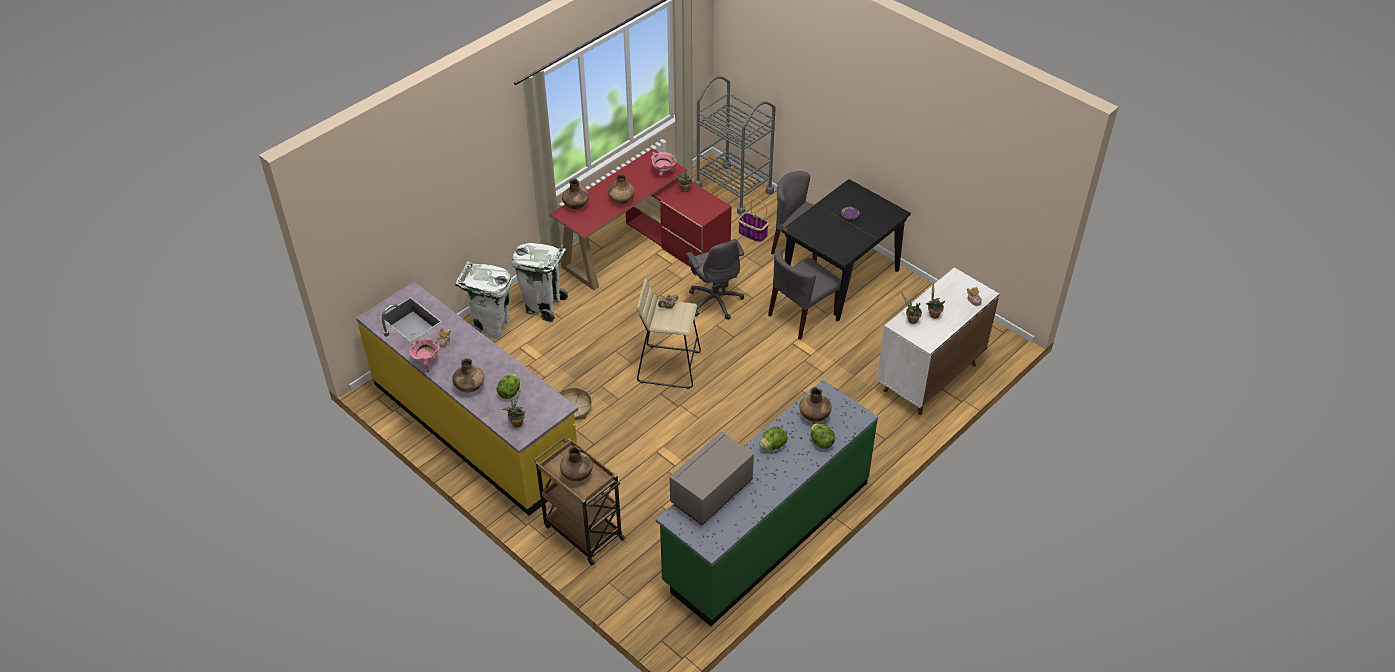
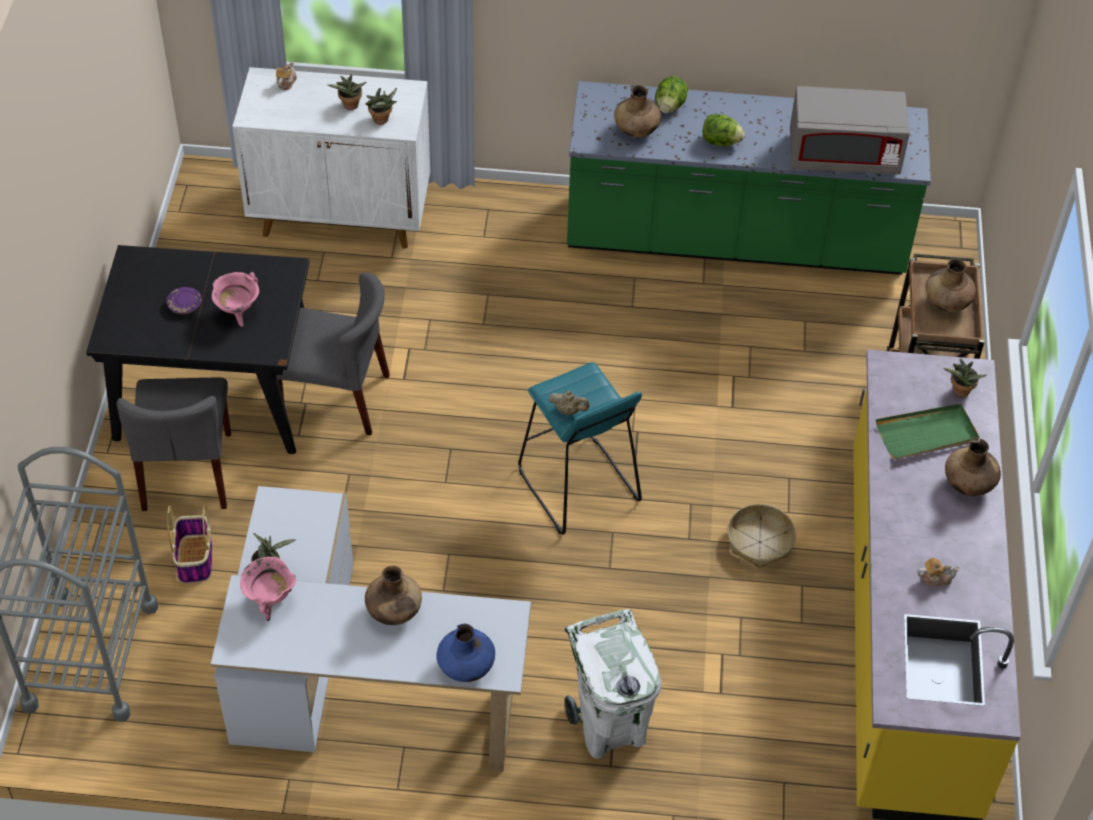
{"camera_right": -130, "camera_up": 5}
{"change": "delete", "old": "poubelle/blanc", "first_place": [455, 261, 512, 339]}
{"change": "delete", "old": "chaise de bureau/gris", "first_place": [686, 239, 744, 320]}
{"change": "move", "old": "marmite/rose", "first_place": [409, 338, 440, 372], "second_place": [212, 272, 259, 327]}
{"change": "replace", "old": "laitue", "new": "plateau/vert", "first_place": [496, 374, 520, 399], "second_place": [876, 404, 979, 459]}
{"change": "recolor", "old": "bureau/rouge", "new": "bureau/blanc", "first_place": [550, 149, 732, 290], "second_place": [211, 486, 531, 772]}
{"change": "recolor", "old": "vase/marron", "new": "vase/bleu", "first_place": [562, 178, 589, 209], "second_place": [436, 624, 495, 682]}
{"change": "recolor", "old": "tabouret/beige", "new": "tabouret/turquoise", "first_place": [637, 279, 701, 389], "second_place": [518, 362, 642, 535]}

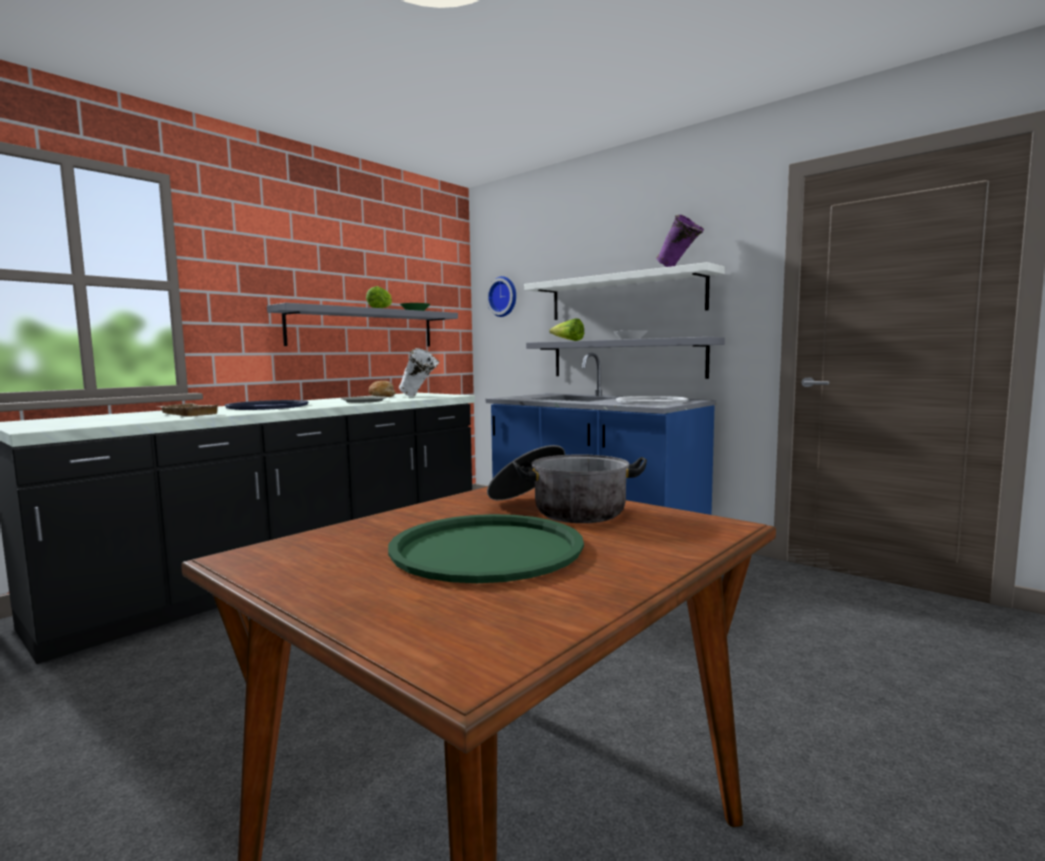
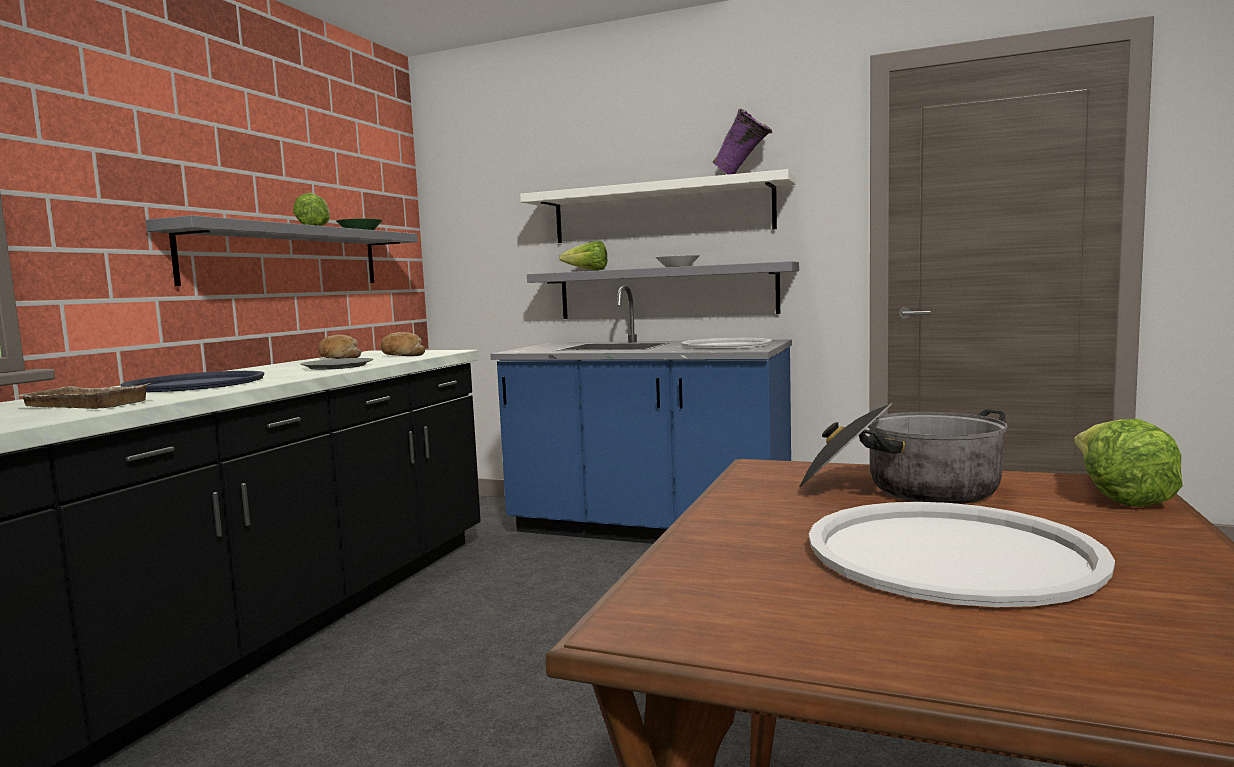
{"camera_right": -20, "camera_up": 0}
{"change": "delete", "old": "horloge murale", "first_place": [486, 276, 516, 317]}
{"change": "insert", "new": "laitue", "second_place": [1074, 419, 1183, 507]}
{"change": "replace", "old": "vase/blanc", "new": "pain", "first_place": [399, 348, 440, 397], "second_place": [380, 332, 426, 356]}
{"change": "recolor", "old": "plateau/vert", "new": "plateau/blanc", "first_place": [388, 514, 584, 583], "second_place": [809, 502, 1115, 607]}

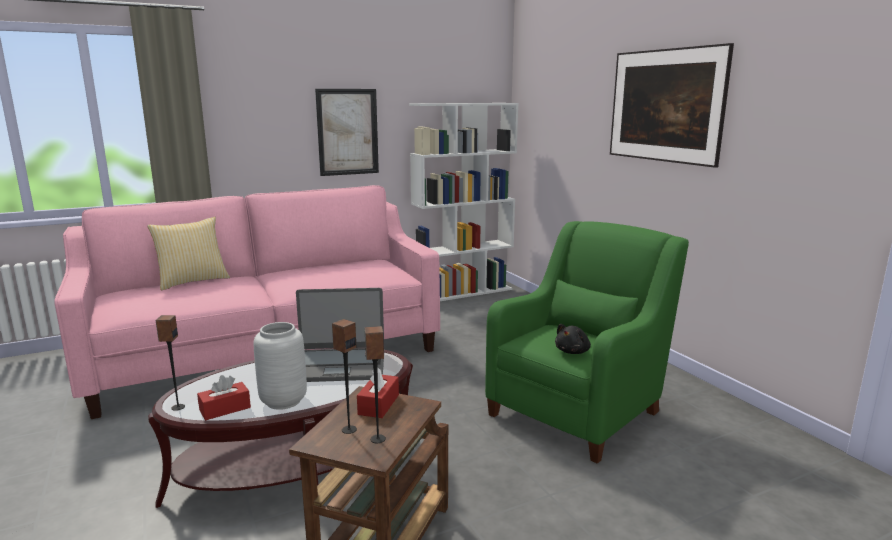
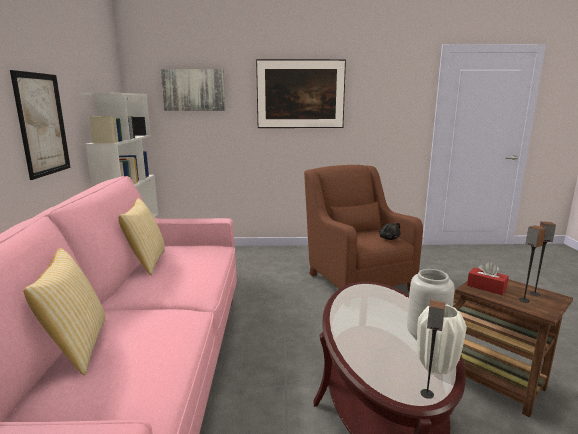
{"camera_right": -65, "camera_up": 0}
{"change": "delete", "old": "ordinateur portable", "first_place": [296, 288, 384, 382]}
{"change": "insert", "new": "coussin", "second_place": [118, 198, 165, 275]}
{"change": "insert", "new": "tableau", "second_place": [161, 69, 225, 111]}
{"change": "replace", "old": "boîte à mouchoirs/rouge", "new": "vase/blanc", "first_place": [197, 375, 251, 420], "second_place": [417, 304, 467, 375]}
{"change": "recolor", "old": "fauteuil/vert", "new": "fauteuil/marron", "first_place": [485, 221, 689, 464], "second_place": [304, 165, 423, 292]}

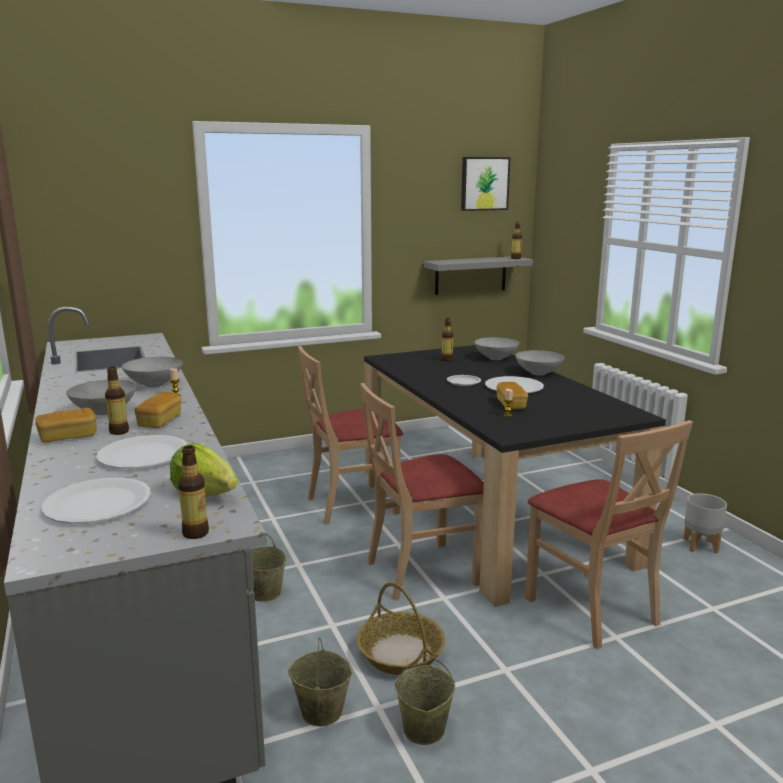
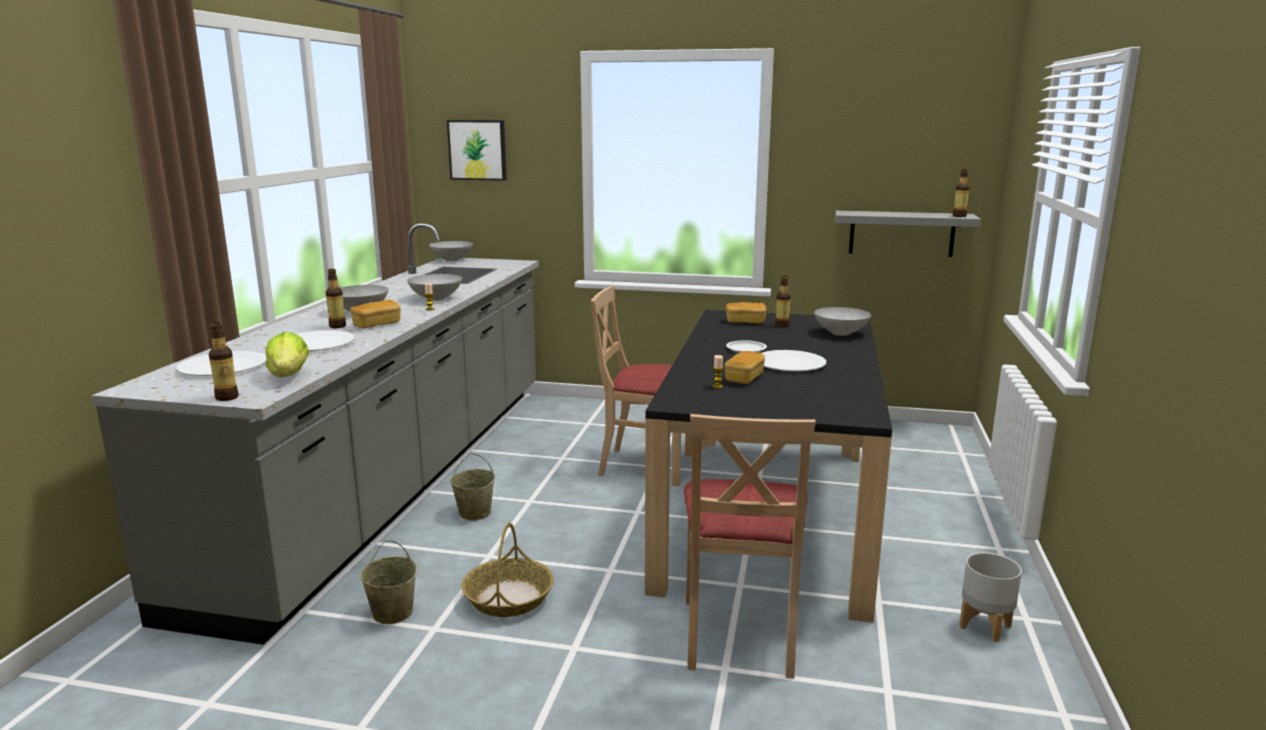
{"camera_right": 35, "camera_up": 0}
{"change": "delete", "old": "chaise/beige", "first_place": [360, 383, 484, 601]}
{"change": "delete", "old": "seau/beige", "first_place": [395, 655, 455, 745]}
{"change": "move", "old": "pain", "first_place": [35, 408, 96, 443], "second_place": [726, 302, 766, 324]}
{"change": "move", "old": "tableau", "first_place": [461, 157, 510, 211], "second_place": [447, 120, 507, 181]}
{"change": "move", "old": "bol/gris", "first_place": [515, 350, 564, 376], "second_place": [429, 241, 473, 262]}

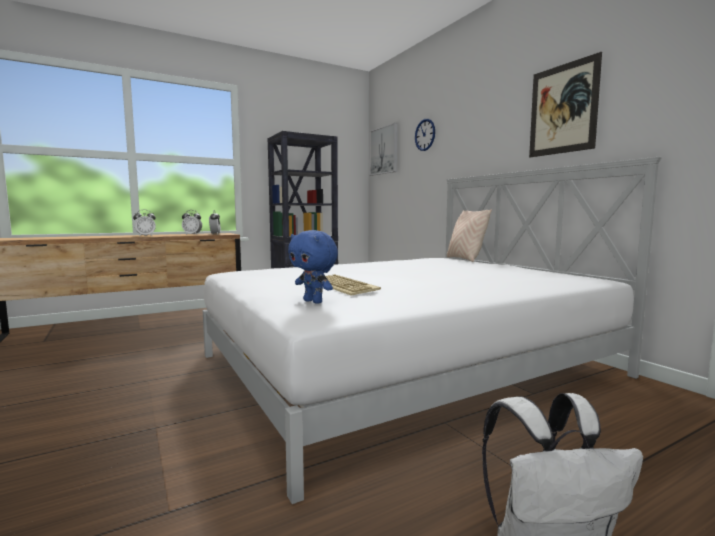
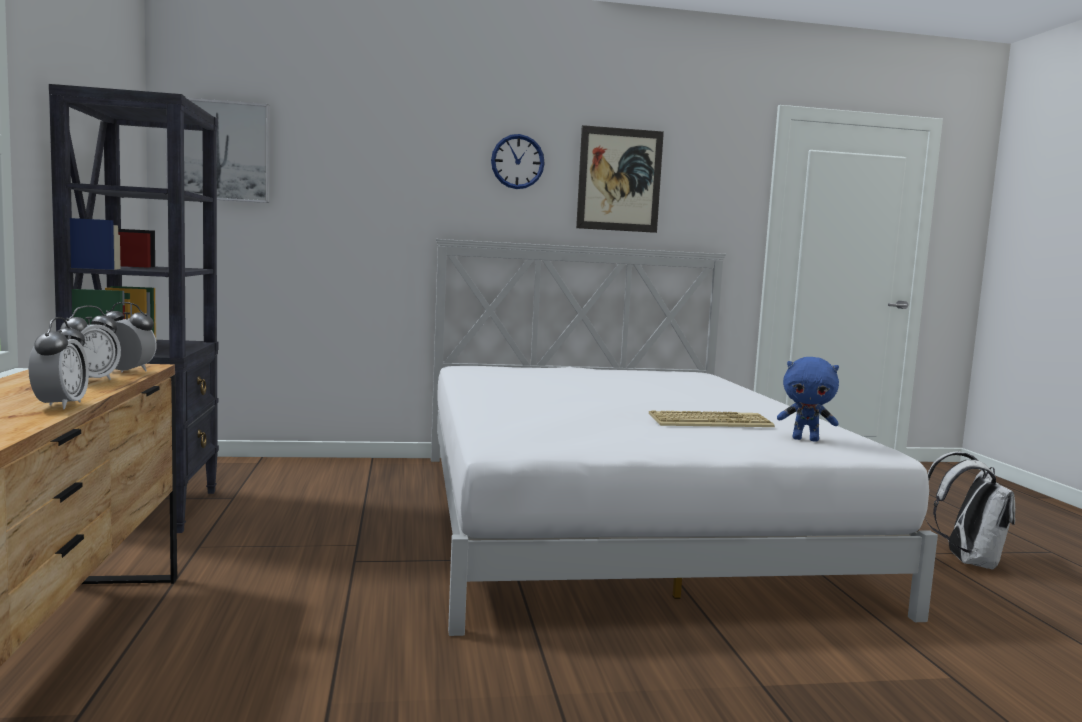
{"camera_right": -70, "camera_up": 0}
{"change": "delete", "old": "coussin/beige", "first_place": [447, 209, 492, 262]}
{"change": "move", "old": "horloge murale", "first_place": [415, 119, 435, 151], "second_place": [491, 134, 545, 189]}
{"change": "rotate", "old": "peluche/bleu", "first_place": [288, 230, 338, 304], "second_place": [777, 357, 839, 442], "degrees": 45}

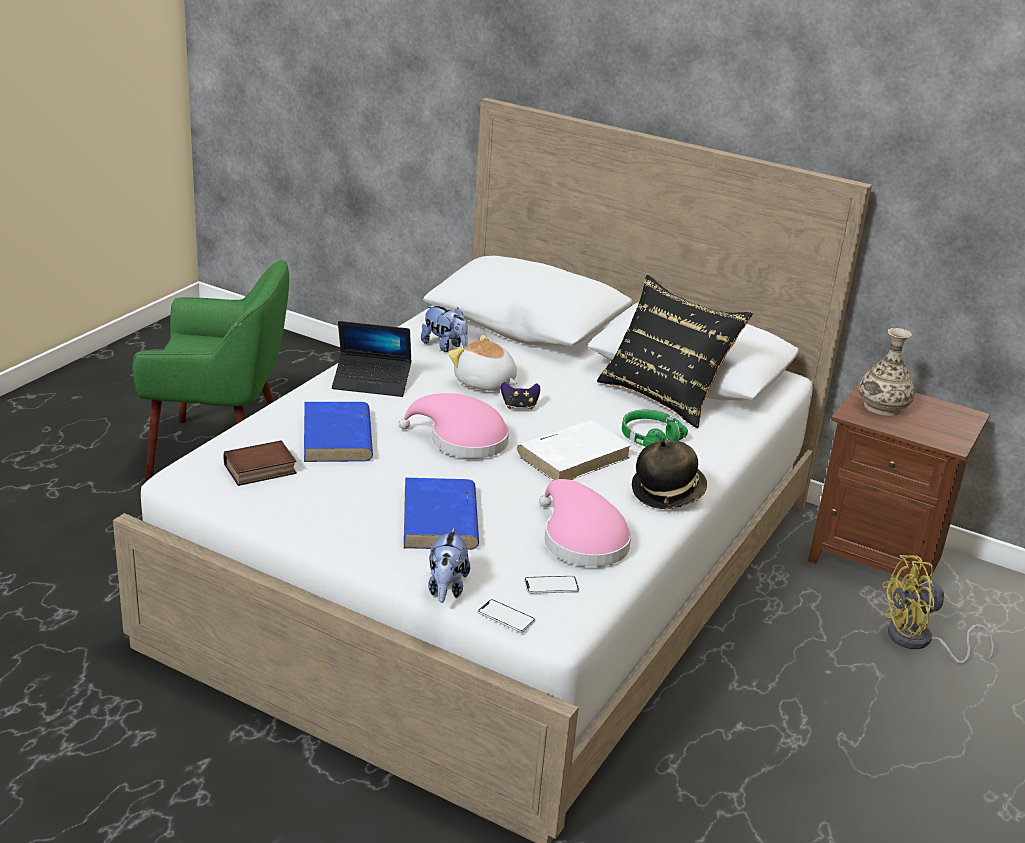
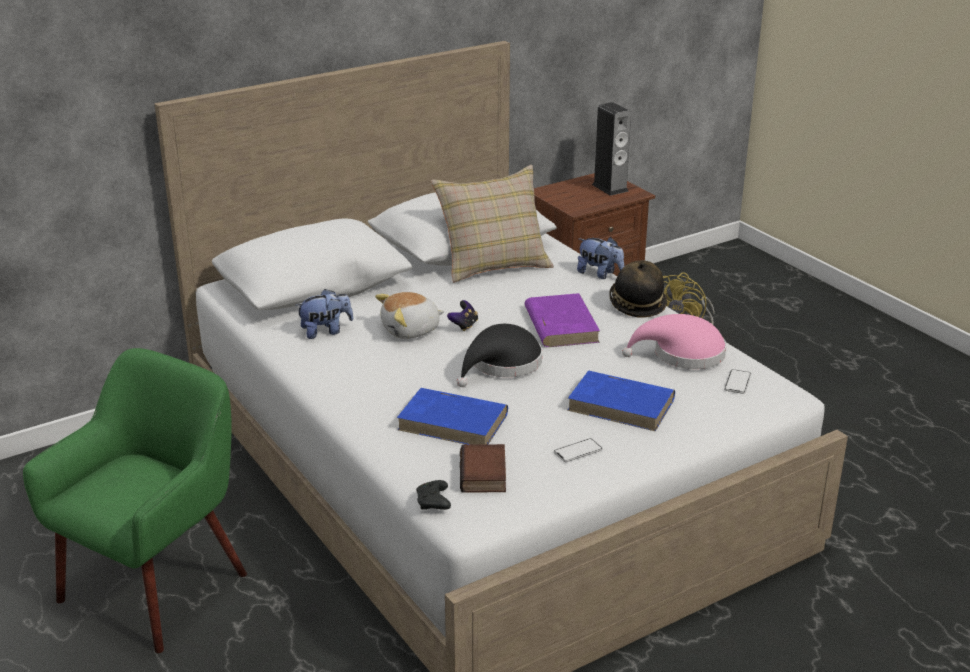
{"camera_right": -60, "camera_up": 0}
{"change": "delete", "old": "ordinateur portable", "first_place": [332, 321, 412, 397]}
{"change": "delete", "old": "casque audio/vert", "first_place": [622, 409, 688, 447]}
{"change": "delete", "old": "vase", "first_place": [859, 328, 915, 416]}
{"change": "insert", "new": "manette/noir", "second_place": [416, 480, 451, 510]}
{"change": "insert", "new": "enceinte", "second_place": [592, 102, 631, 196]}
{"change": "move", "old": "peluche", "first_place": [428, 528, 470, 603], "second_place": [577, 237, 624, 279]}
{"change": "move", "old": "téléphone", "first_place": [478, 599, 535, 633], "second_place": [554, 438, 603, 462]}
{"change": "recolor", "old": "chapeau/rose", "new": "chapeau/noir", "first_place": [399, 393, 509, 458], "second_place": [457, 324, 542, 387]}
{"change": "recolor", "old": "livre/blanc", "new": "livre/violet", "first_place": [516, 420, 632, 481], "second_place": [525, 293, 600, 347]}
{"change": "recolor", "old": "coussin/noir", "new": "coussin/beige", "first_place": [597, 275, 753, 428], "second_place": [431, 165, 554, 283]}

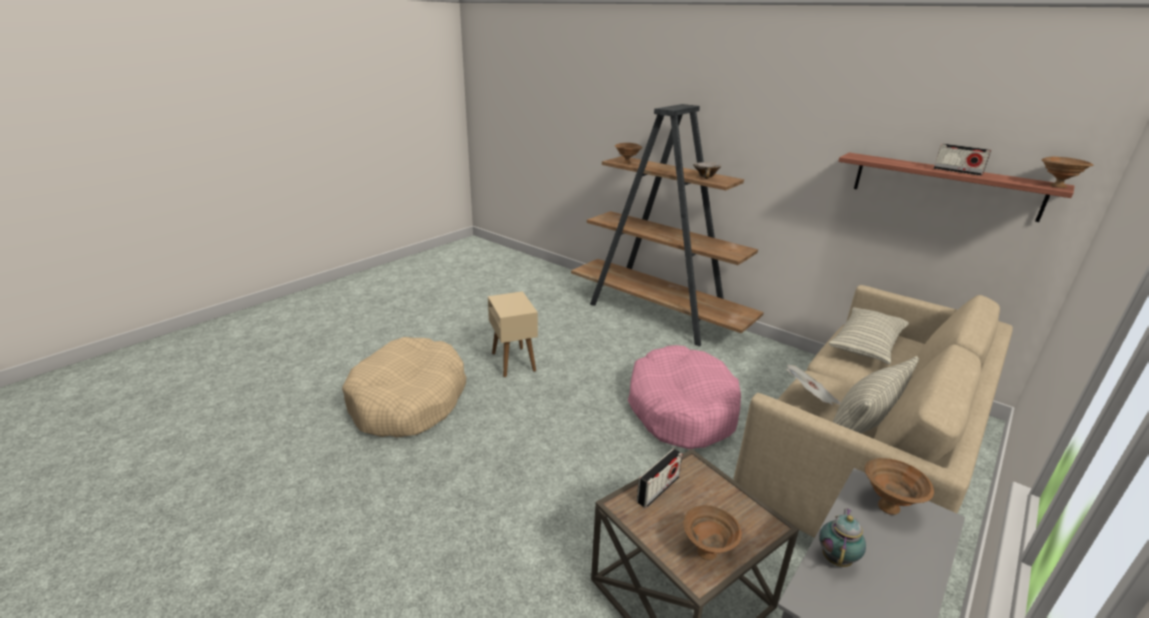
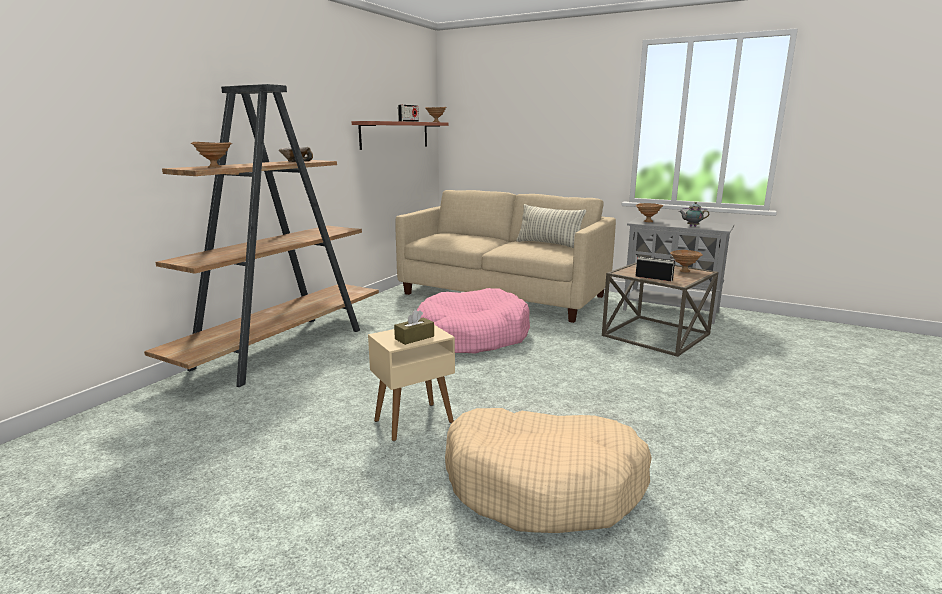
{"camera_right": -100, "camera_up": -10}
{"change": "delete", "old": "journal", "first_place": [786, 365, 841, 405]}
{"change": "delete", "old": "coussin", "first_place": [828, 307, 909, 365]}
{"change": "insert", "new": "boîte à mouchoirs/marron", "second_place": [394, 309, 434, 345]}

